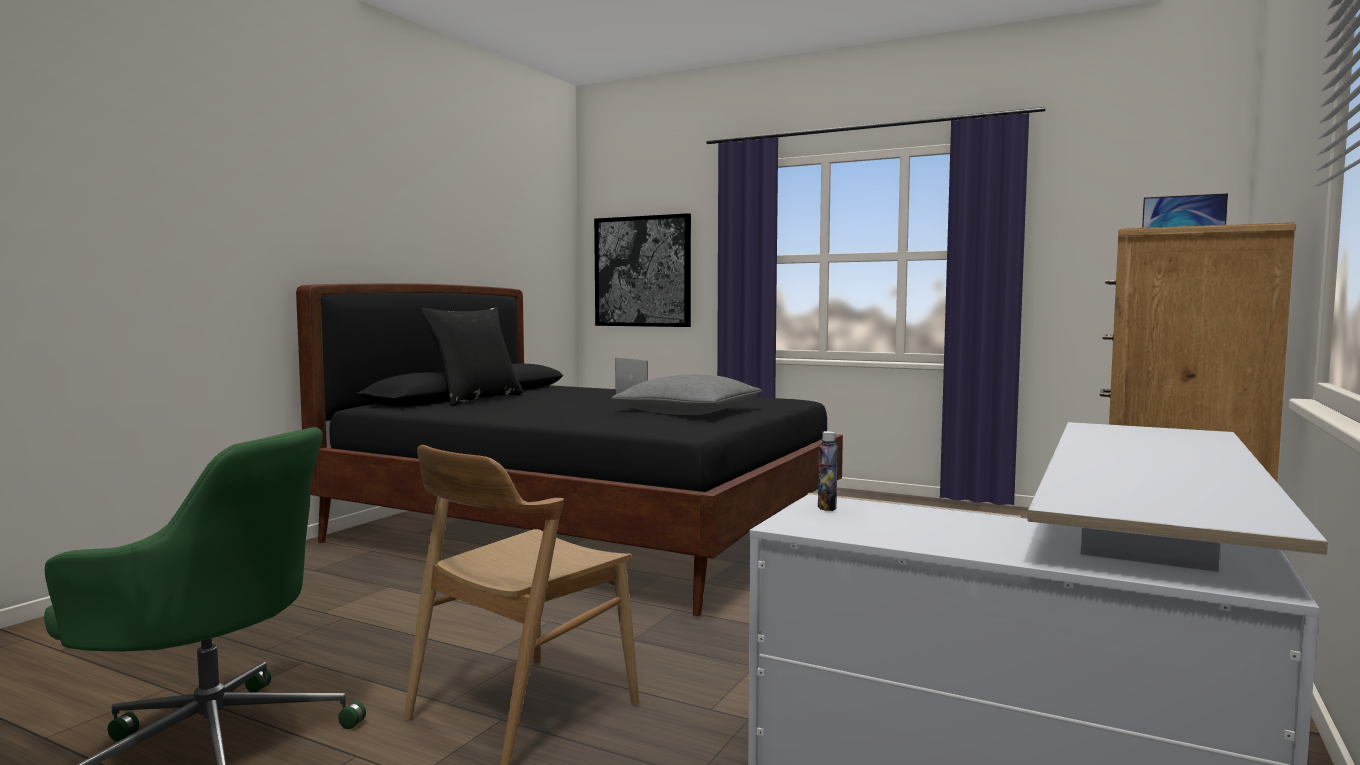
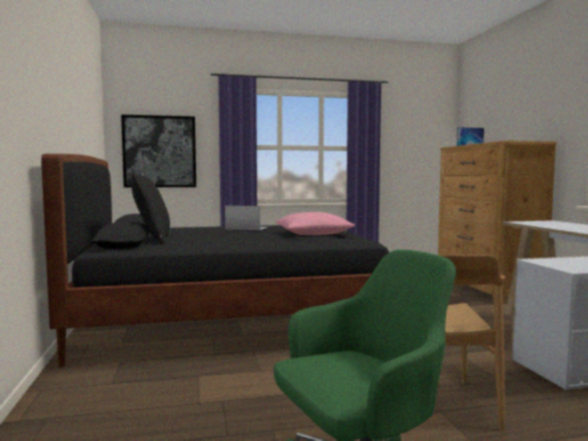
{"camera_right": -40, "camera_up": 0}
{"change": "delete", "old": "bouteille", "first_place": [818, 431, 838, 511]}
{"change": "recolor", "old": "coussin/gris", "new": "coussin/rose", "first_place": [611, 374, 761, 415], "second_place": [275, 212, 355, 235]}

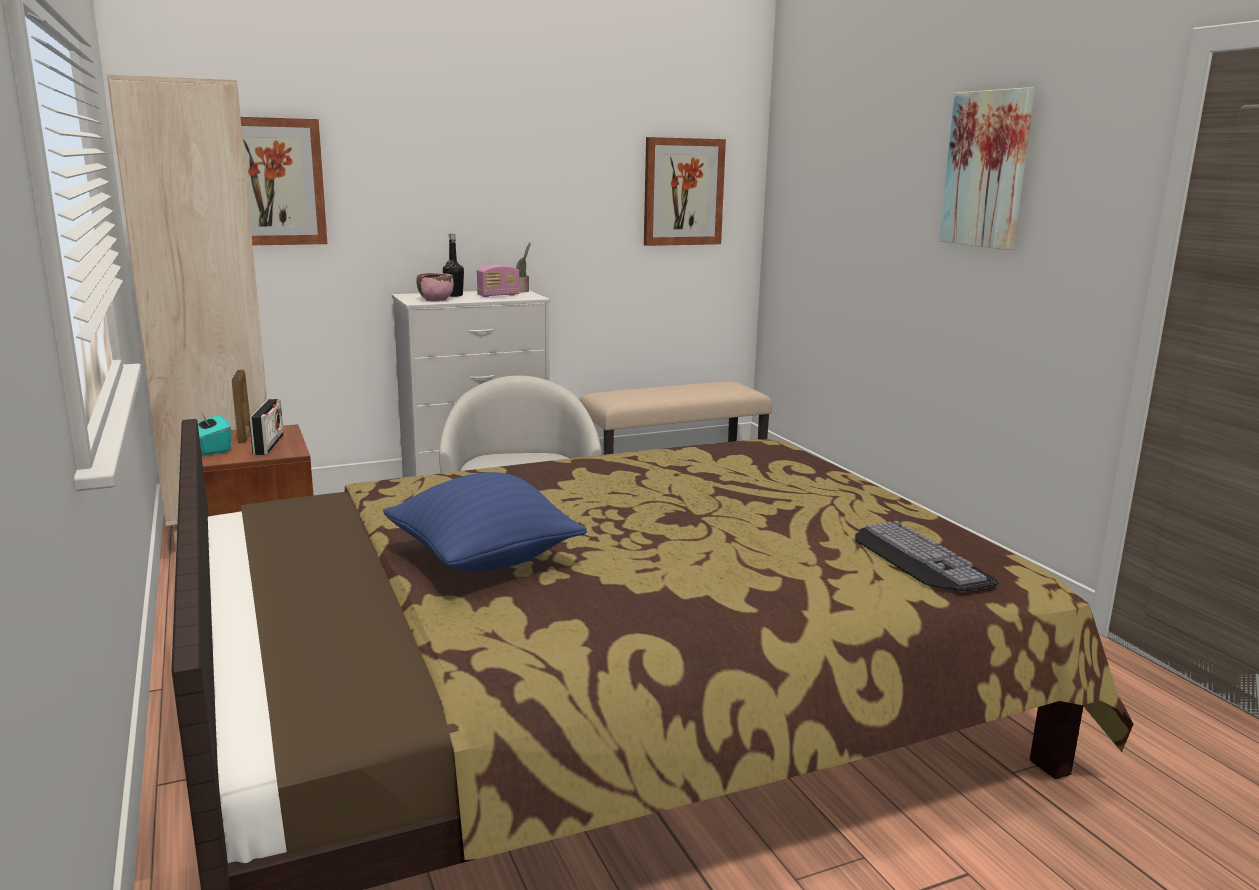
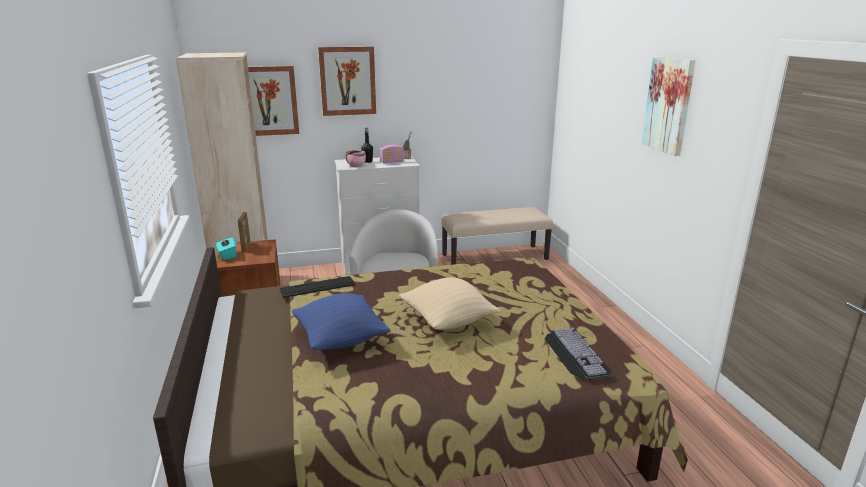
{"camera_right": 10, "camera_up": 5}
{"change": "delete", "old": "radio", "first_place": [249, 399, 284, 455]}
{"change": "insert", "new": "clavier", "second_place": [280, 276, 355, 298]}
{"change": "insert", "new": "coussin/beige", "second_place": [399, 277, 500, 330]}
{"change": "move", "old": "tableau", "first_place": [644, 137, 726, 246], "second_place": [318, 47, 376, 116]}

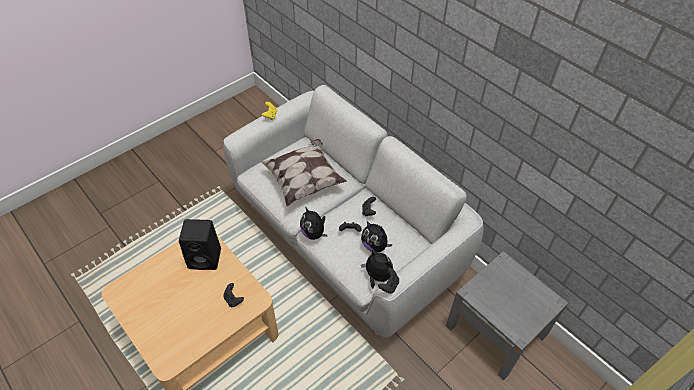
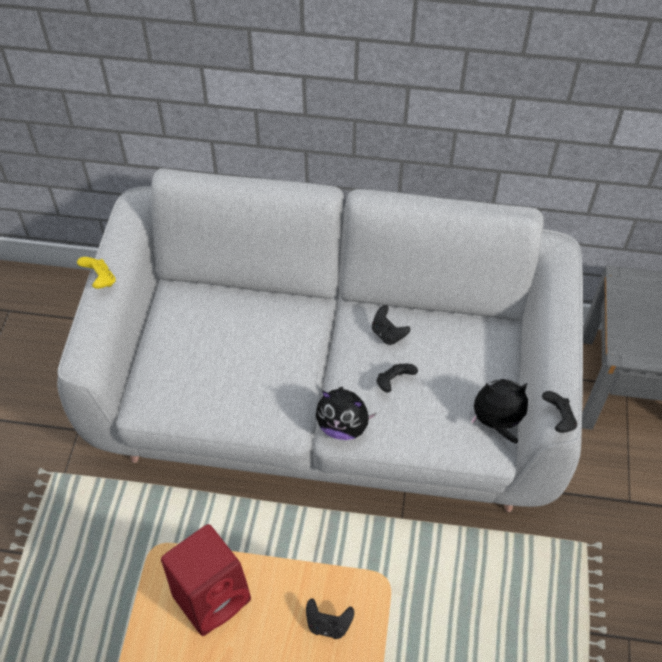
{"camera_right": -40, "camera_up": 5}
{"change": "delete", "old": "coussin", "first_place": [261, 139, 347, 206]}
{"change": "delete", "old": "peluche", "first_place": [361, 221, 392, 253]}
{"change": "recolor", "old": "enceinte/noir", "new": "enceinte/rouge", "first_place": [179, 219, 221, 270], "second_place": [161, 524, 251, 636]}

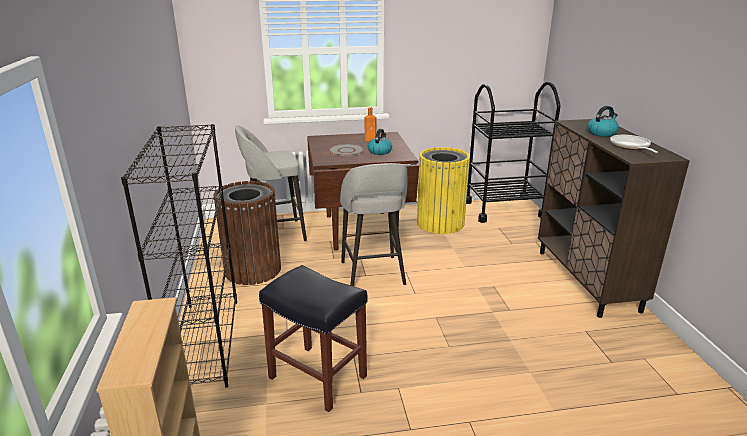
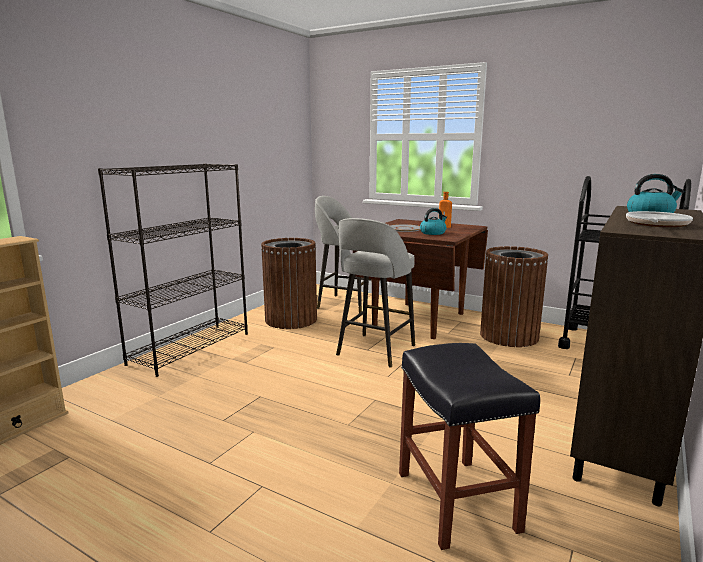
{"camera_right": 40, "camera_up": -10}
{"change": "move", "old": "tabouret/noir", "first_place": [259, 265, 368, 412], "second_place": [399, 343, 540, 550]}
{"change": "recolor", "old": "poubelle/jaune", "new": "poubelle/marron", "first_place": [417, 147, 470, 234], "second_place": [480, 246, 548, 347]}

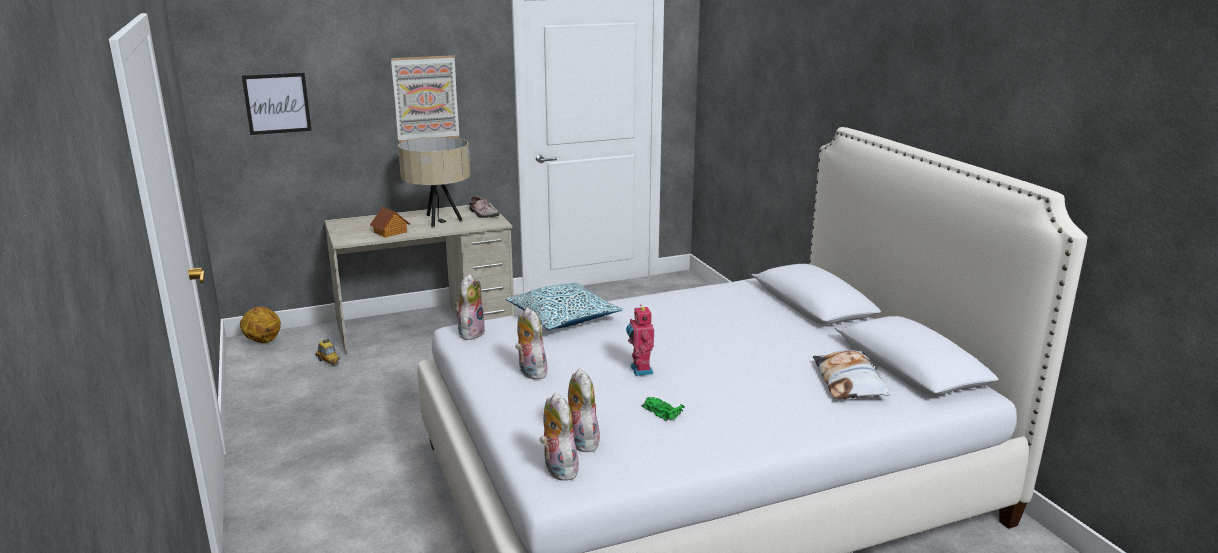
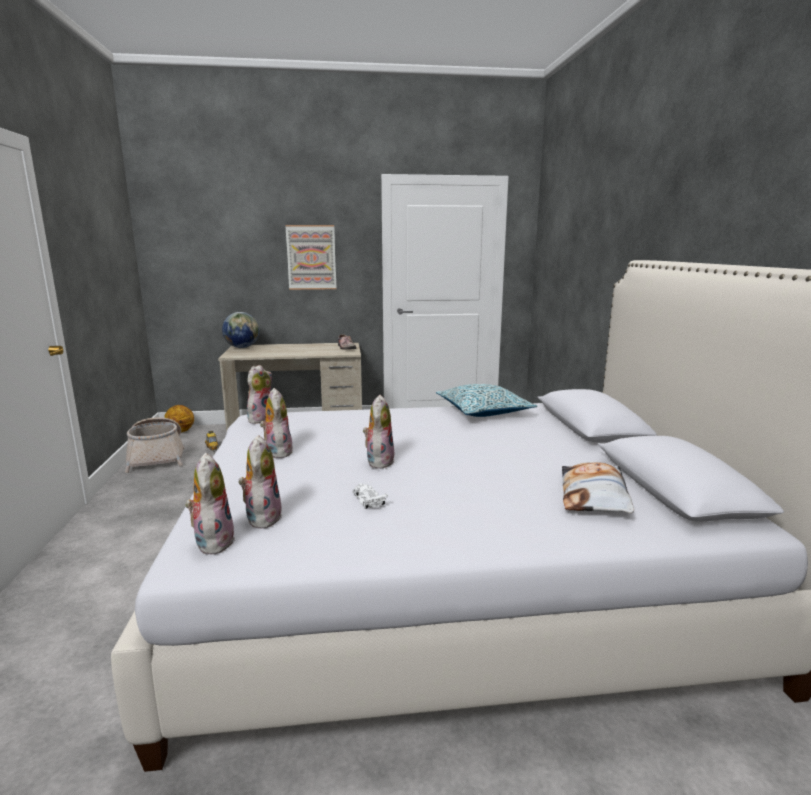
{"camera_right": 15, "camera_up": -5}
{"change": "delete", "old": "tableau", "first_place": [242, 73, 312, 135]}
{"change": "delete", "old": "maison miniature", "first_place": [370, 206, 410, 238]}
{"change": "delete", "old": "lampe de table/beige", "first_place": [398, 137, 470, 227]}
{"change": "insert", "new": "panier", "second_place": [125, 417, 184, 473]}
{"change": "insert", "new": "globe", "second_place": [222, 312, 259, 348]}
{"change": "move", "old": "coussin", "first_place": [505, 282, 623, 331], "second_place": [436, 384, 537, 417]}
{"change": "replace", "old": "robot jouet", "new": "peluche", "first_place": [626, 305, 654, 376], "second_place": [363, 395, 394, 469]}
{"change": "recolor", "old": "petite voiture/vert", "new": "petite voiture/blanc", "first_place": [641, 397, 685, 421], "second_place": [352, 483, 388, 509]}

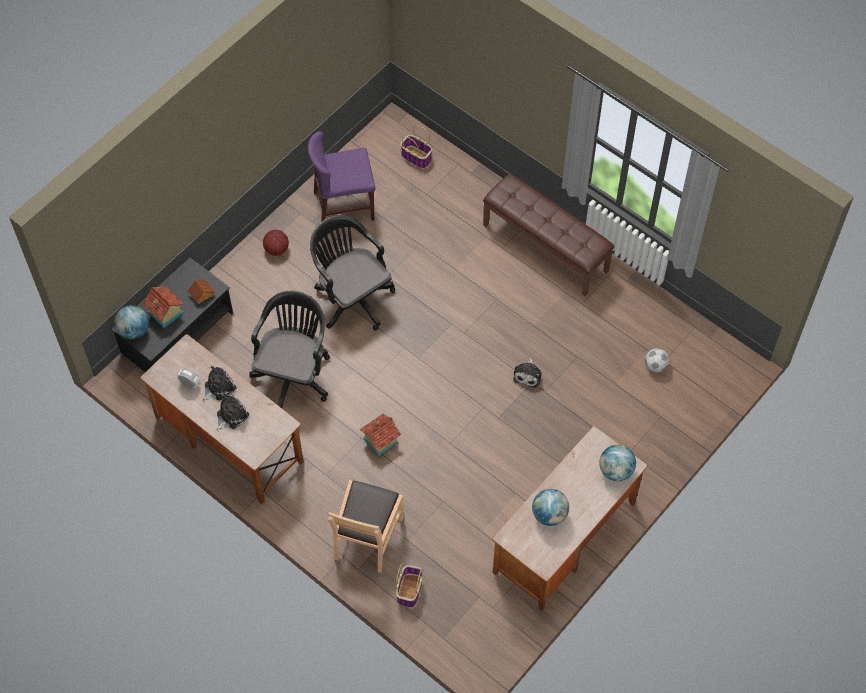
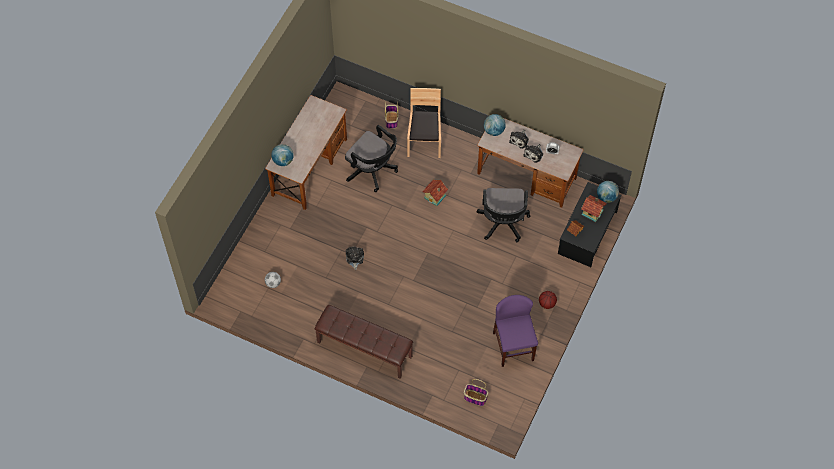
{"camera_right": 165, "camera_up": 0}
{"change": "move", "old": "chaise de bureau/noir", "first_place": [310, 215, 395, 330], "second_place": [345, 125, 398, 192]}
{"change": "move", "old": "globe", "first_place": [532, 489, 569, 526], "second_place": [484, 114, 506, 136]}
{"change": "rotate", "old": "chaise/violet", "first_place": [308, 131, 375, 222], "second_place": [493, 295, 538, 367], "degrees": -75}

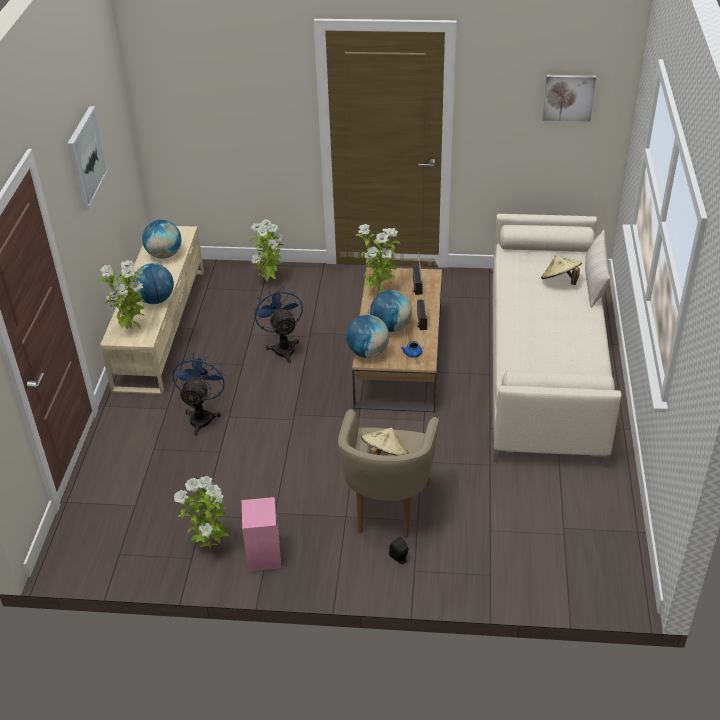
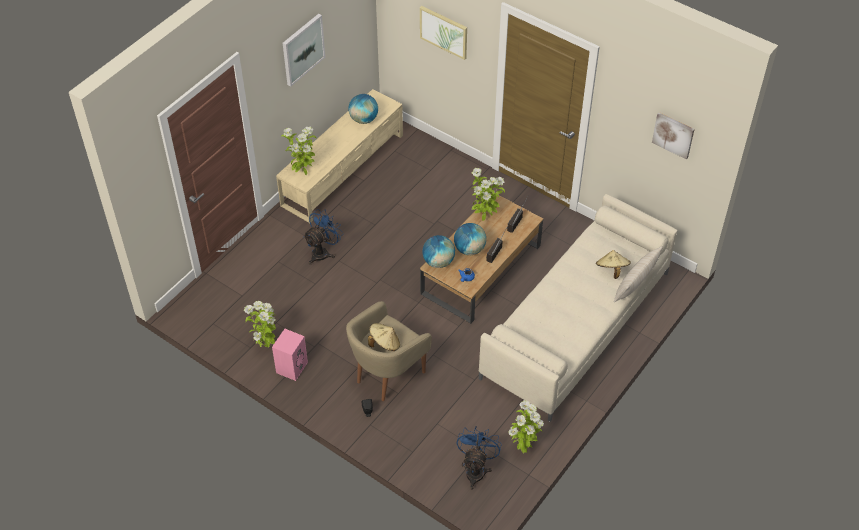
{"camera_right": 30, "camera_up": 10}
{"change": "delete", "old": "globe", "first_place": [132, 263, 174, 304]}
{"change": "insert", "new": "tableau", "second_place": [420, 6, 467, 60]}
{"change": "move", "old": "plante en pot", "first_place": [250, 219, 283, 283], "second_place": [508, 400, 544, 454]}
{"change": "move", "old": "ventilateur/bleu", "first_place": [253, 286, 303, 363], "second_place": [456, 426, 502, 490]}

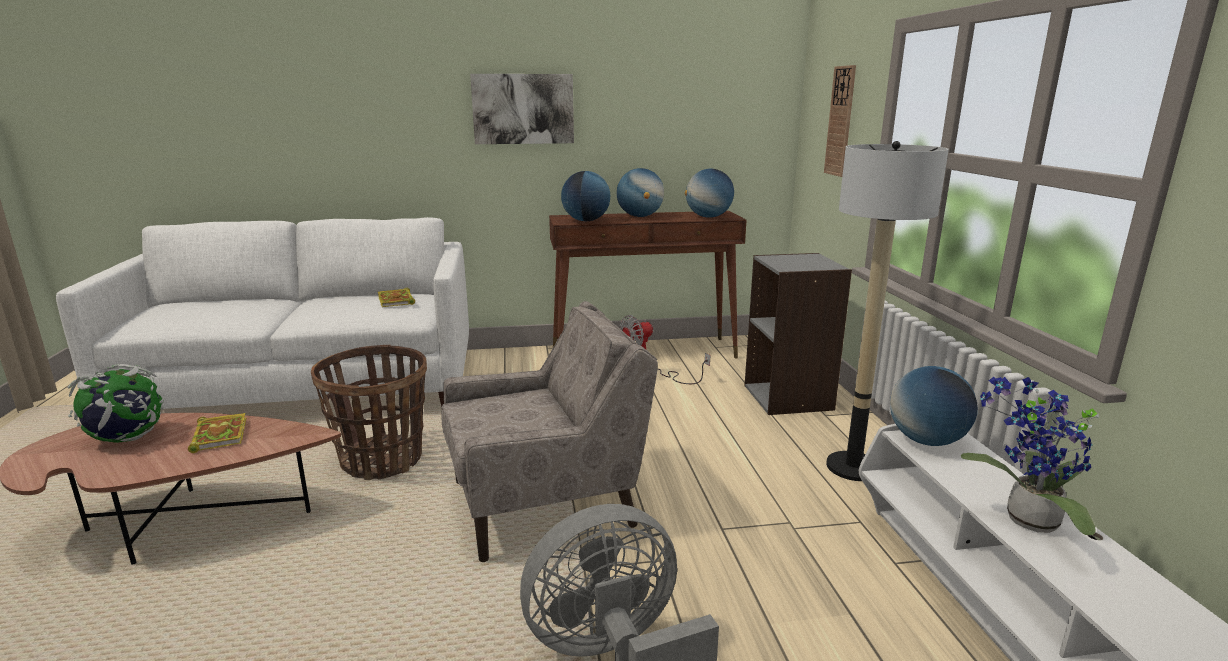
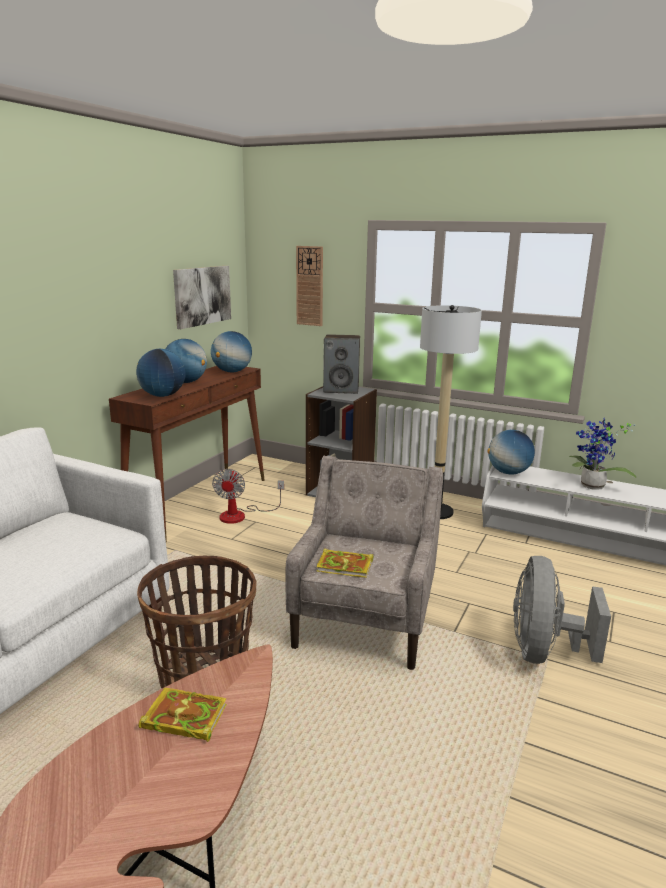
{"camera_right": -55, "camera_up": 0}
{"change": "delete", "old": "globe", "first_place": [67, 364, 164, 443]}
{"change": "insert", "new": "enceinte", "second_place": [323, 334, 360, 394]}
{"change": "move", "old": "livre", "first_place": [378, 288, 415, 307], "second_place": [317, 549, 373, 578]}
{"change": "move", "old": "tableau", "first_place": [470, 74, 574, 144], "second_place": [173, 266, 231, 329]}

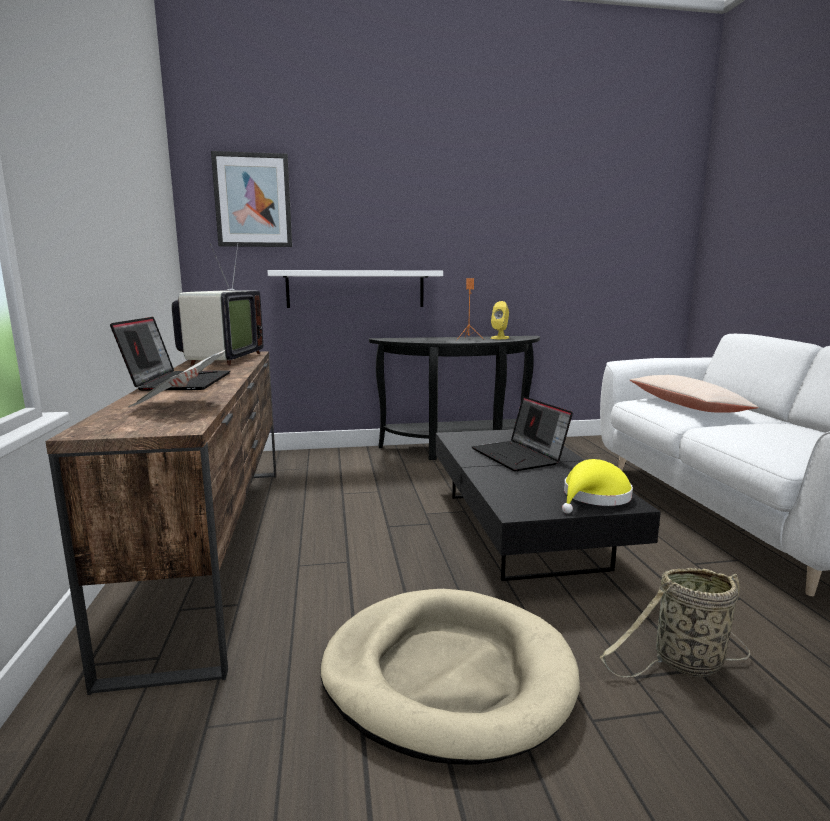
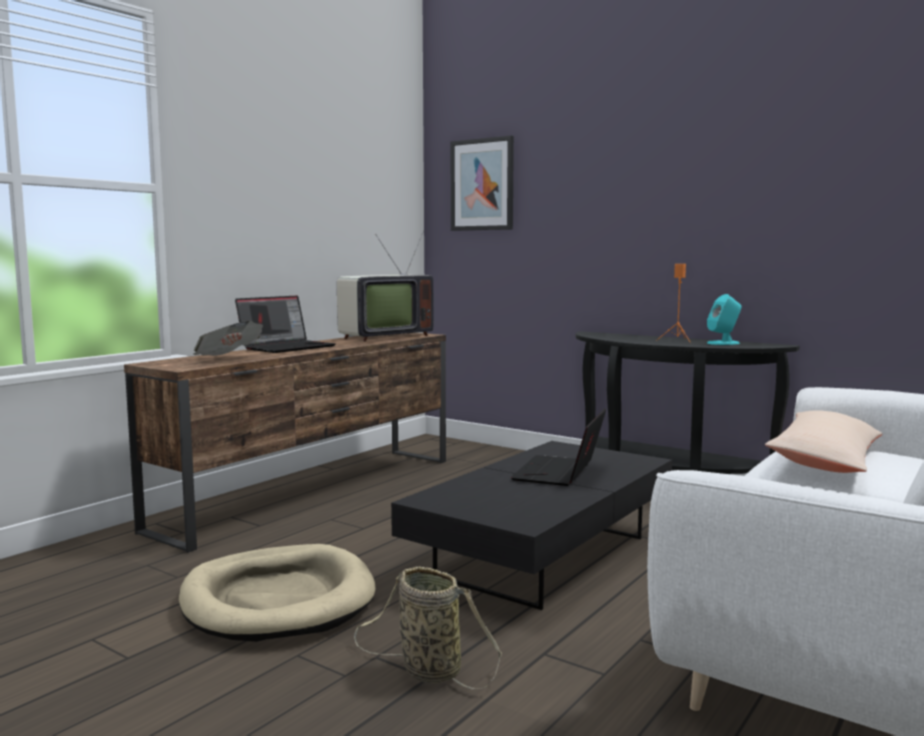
{"camera_right": 45, "camera_up": -5}
{"change": "delete", "old": "étagère/blanc", "first_place": [267, 270, 443, 308]}
{"change": "delete", "old": "chapeau/jaune", "first_place": [562, 459, 633, 514]}
{"change": "recolor", "old": "enceinte/jaune", "new": "enceinte/turquoise", "first_place": [491, 301, 509, 339], "second_place": [707, 294, 741, 345]}

